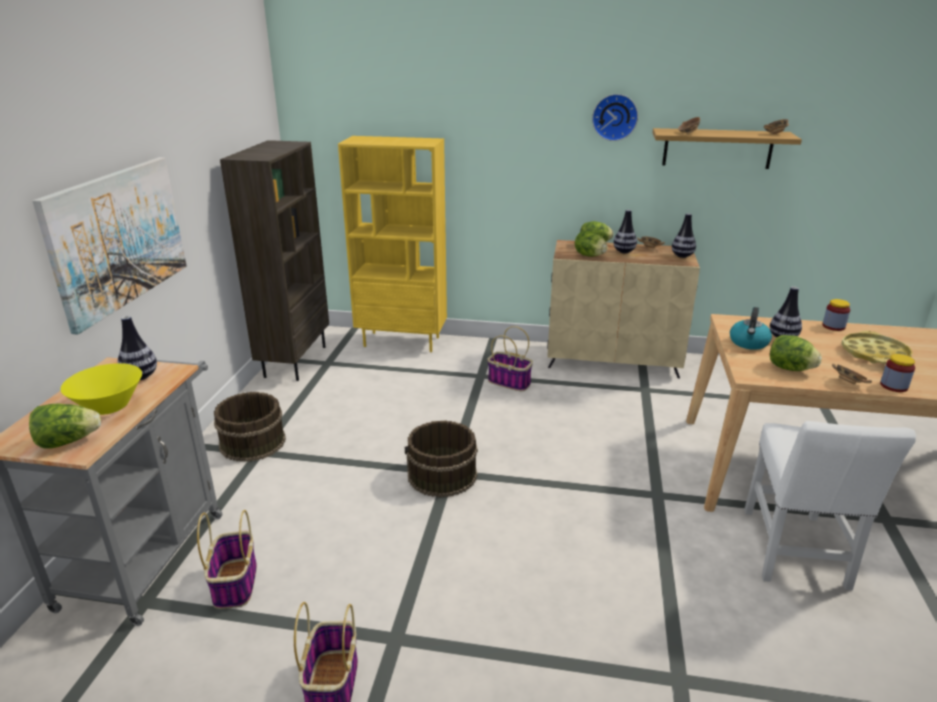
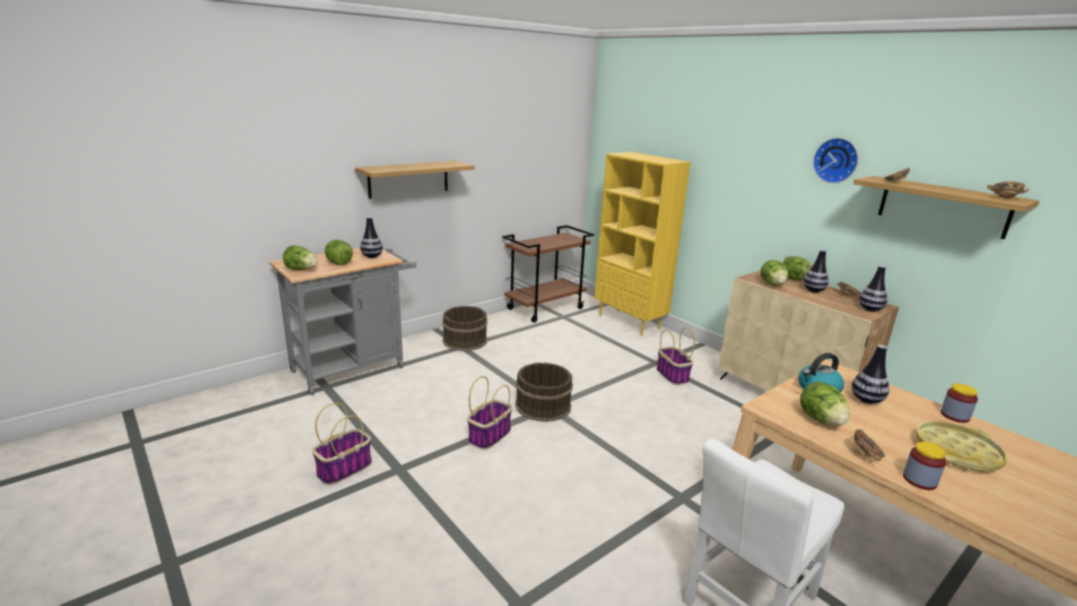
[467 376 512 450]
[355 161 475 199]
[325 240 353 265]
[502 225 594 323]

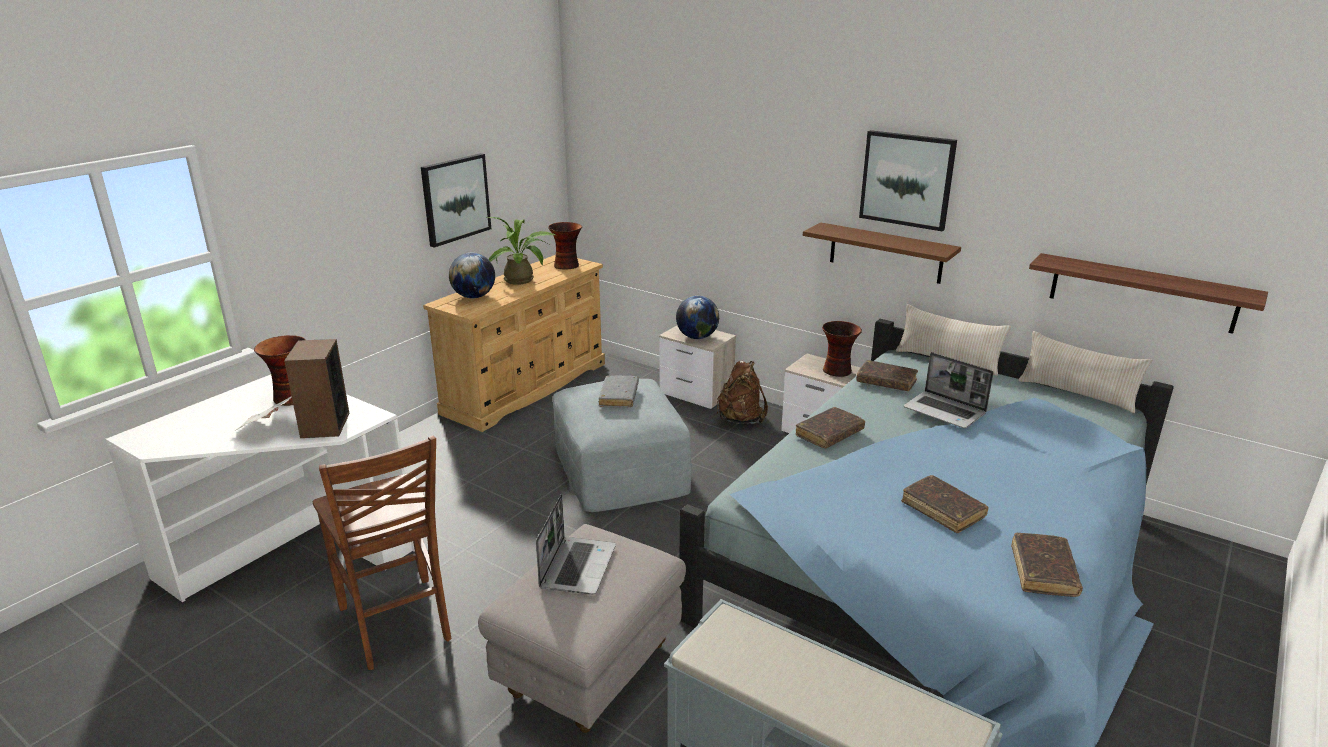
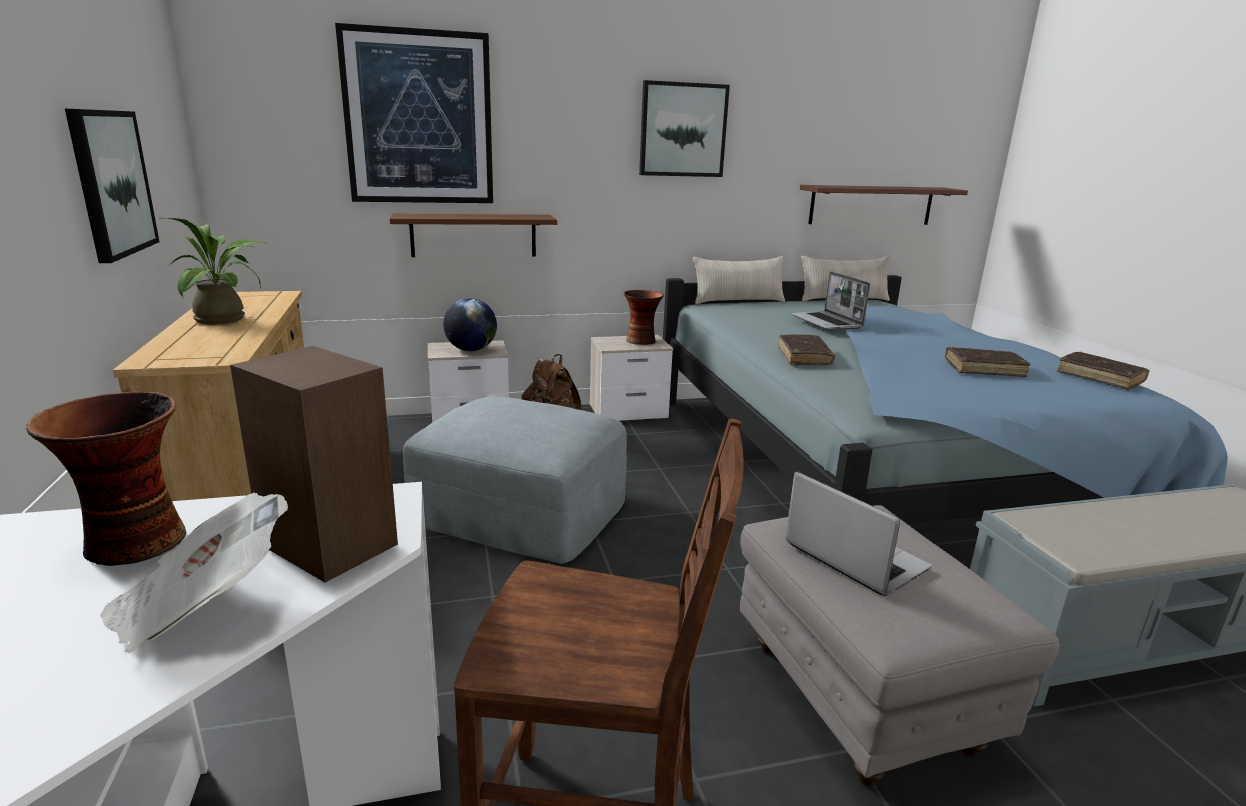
[449 253 495 298] (first image)
[548 222 582 269] (first image)
[599 376 639 408] (first image)
[856 360 918 391] (first image)
[335 23 493 203]
[390 214 557 257]
[790 271 870 330]

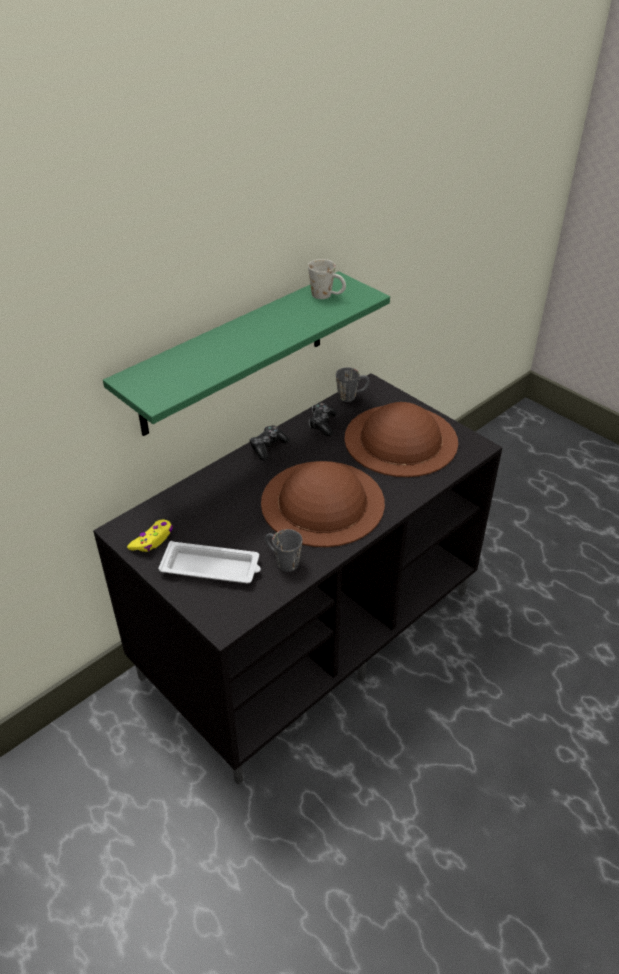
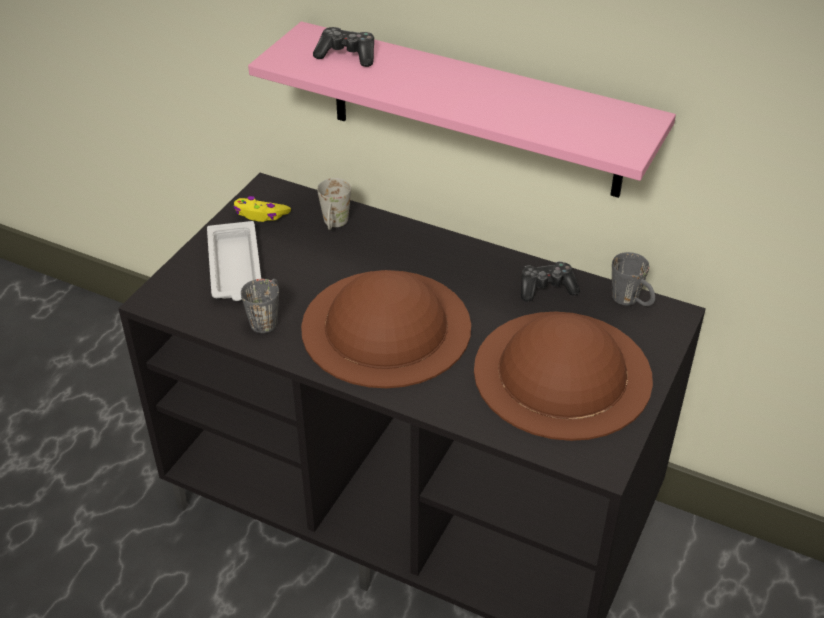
[313 27 374 67]
[317 178 351 230]
[248 21 676 198]

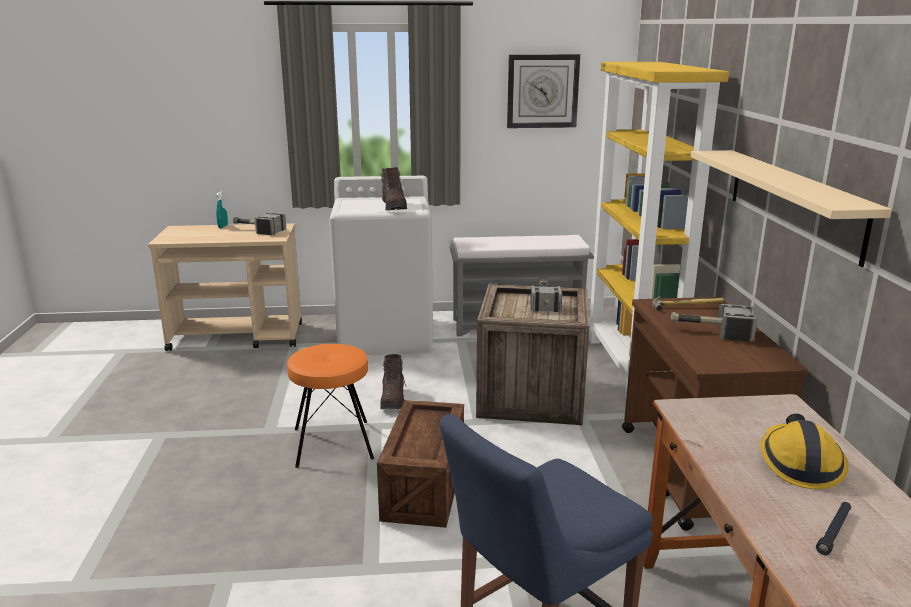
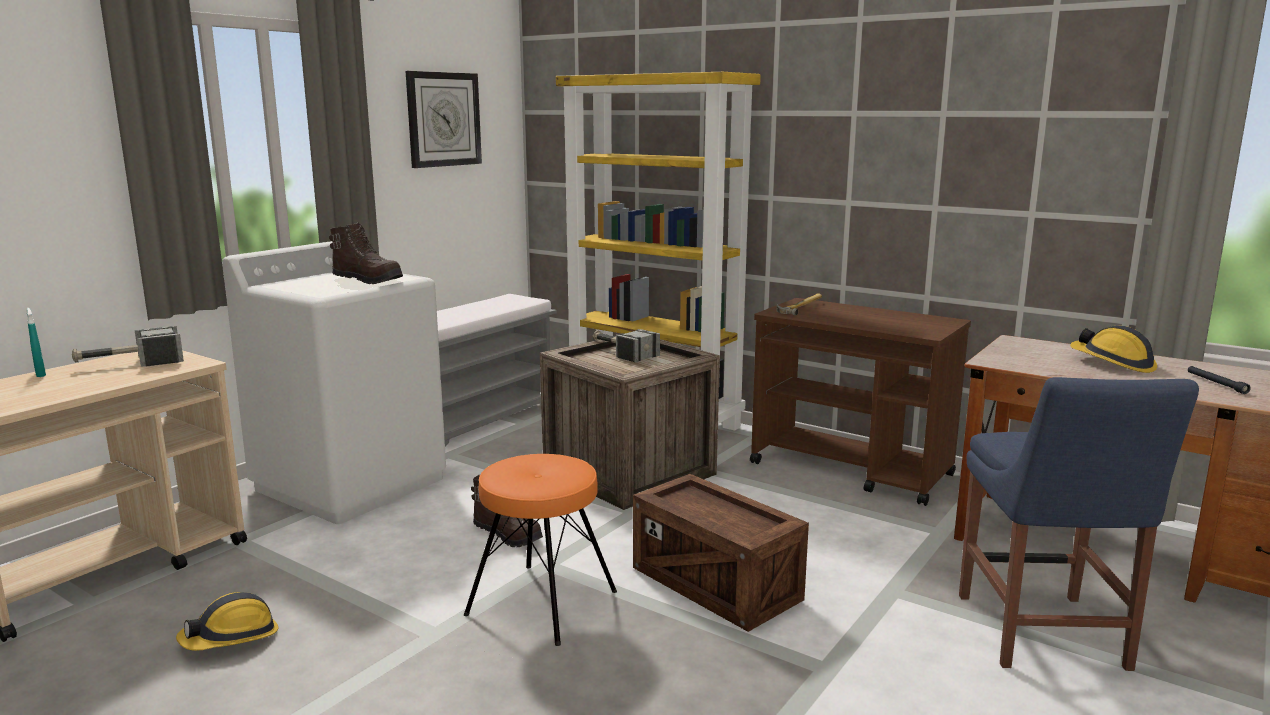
[671 304 757 342] (first image)
[691 150 892 267] (first image)
[176 592 279 651]

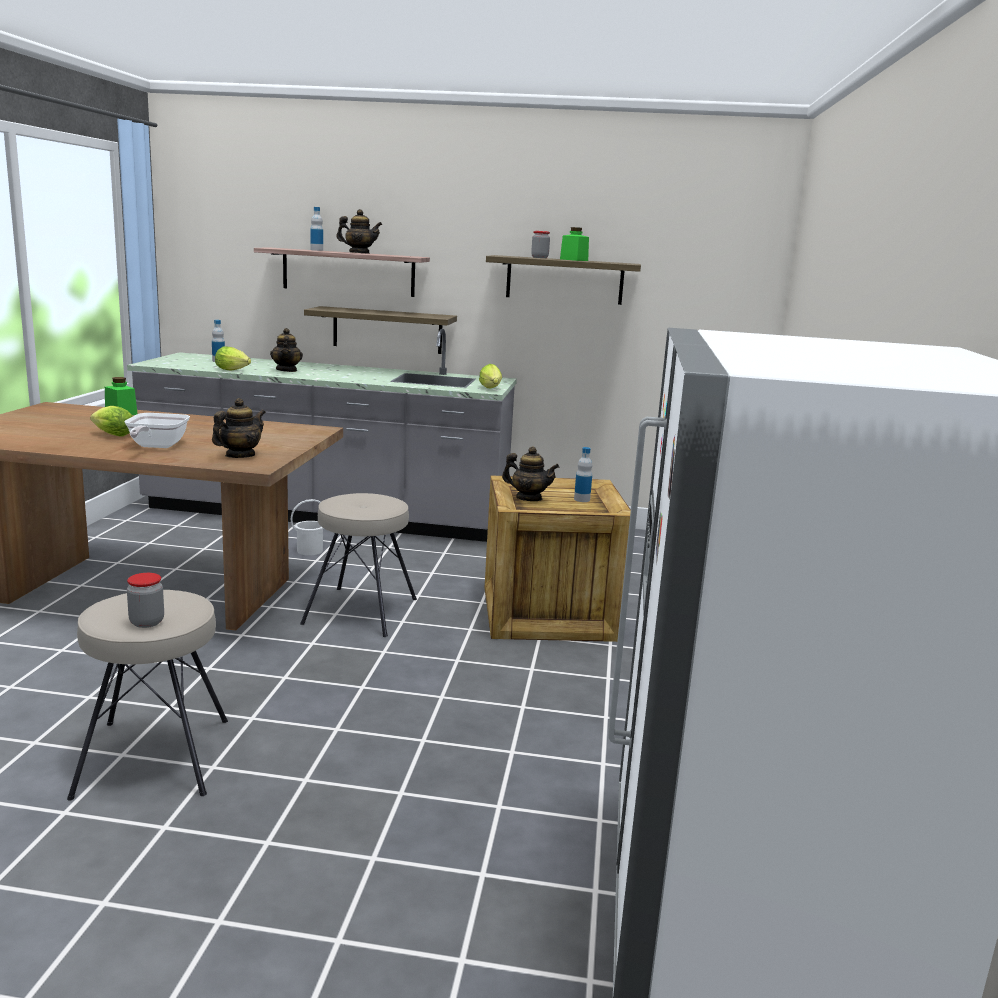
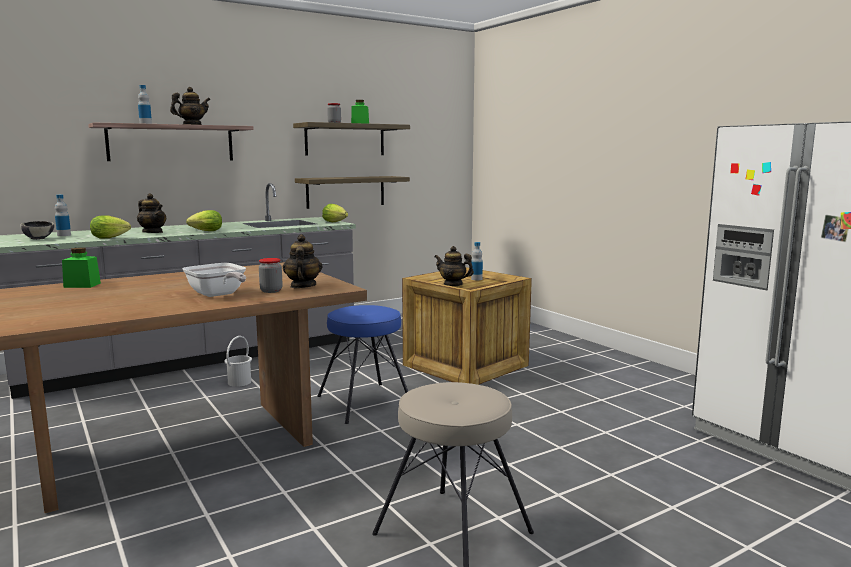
[20 221 54 240]
[186 210 222 231]
[259 258 283 293]
[295 176 410 209]
[317 305 408 424]
[434 246 474 287]

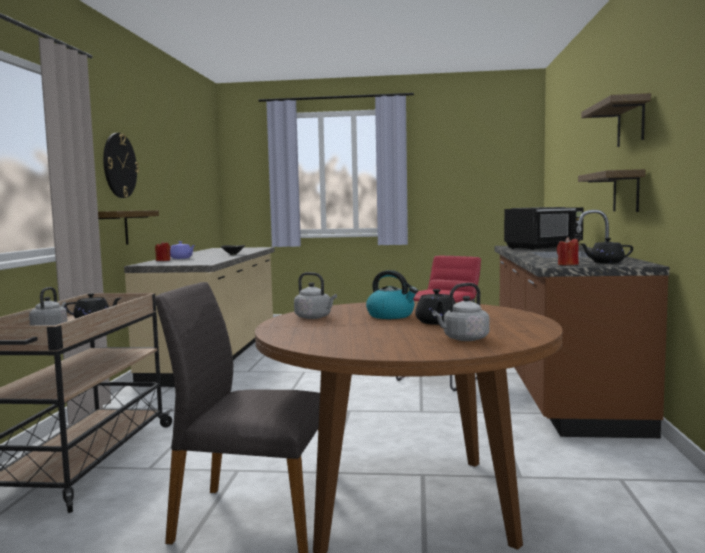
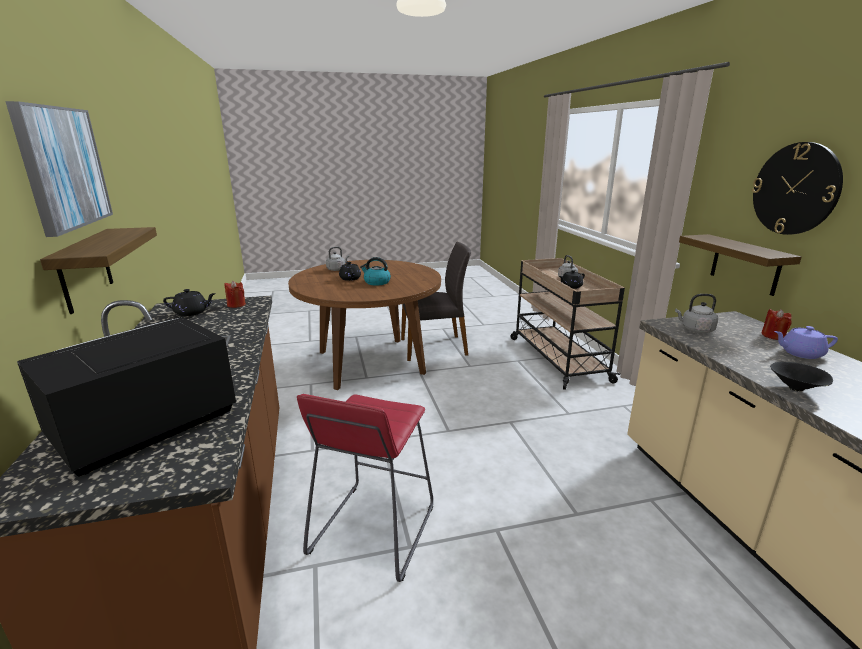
[675 294 718 333]
[5 101 113 237]

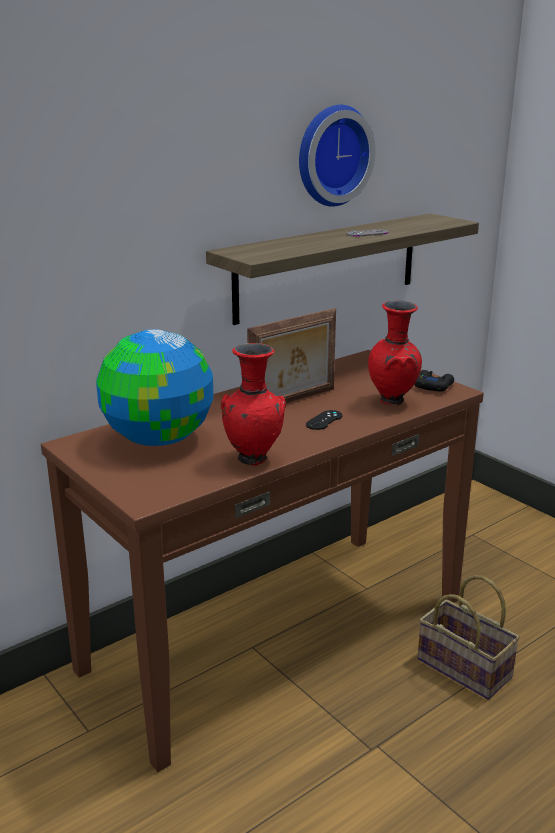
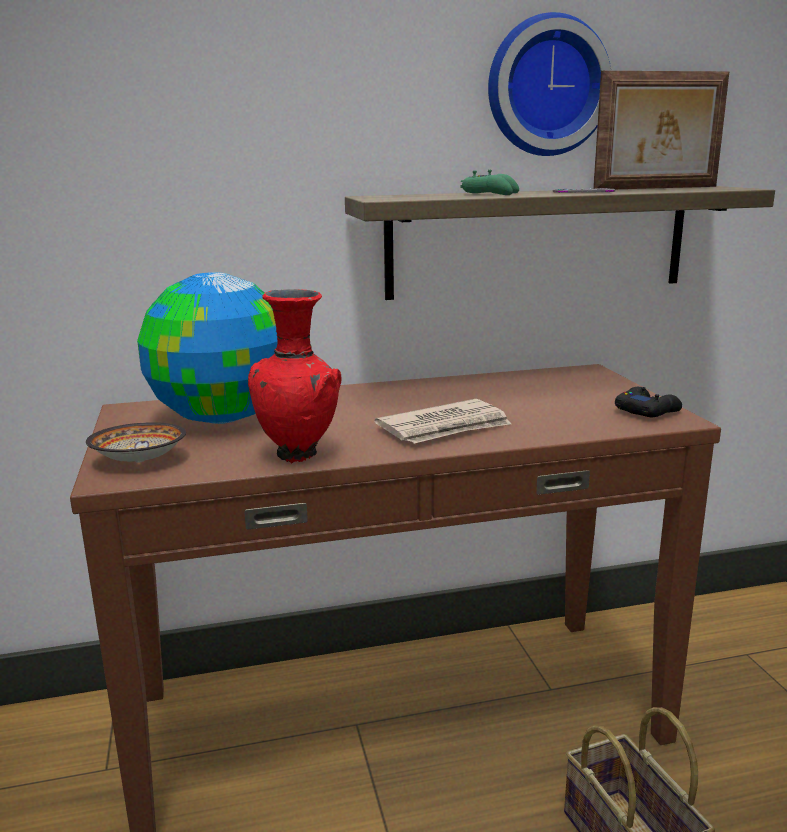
[368 300 422 405] (first image)
[86 422 186 463]
[461 170 519 195]
[593 71 730 189]
[375 399 511 444]

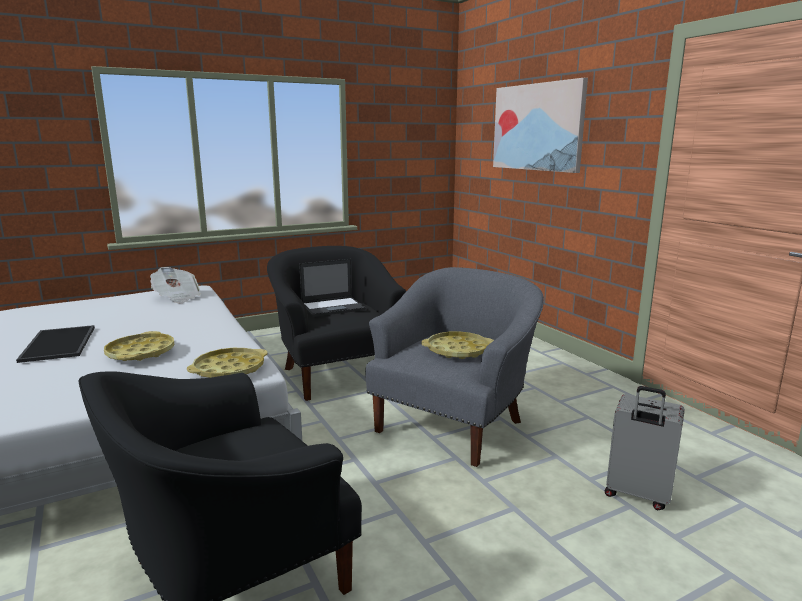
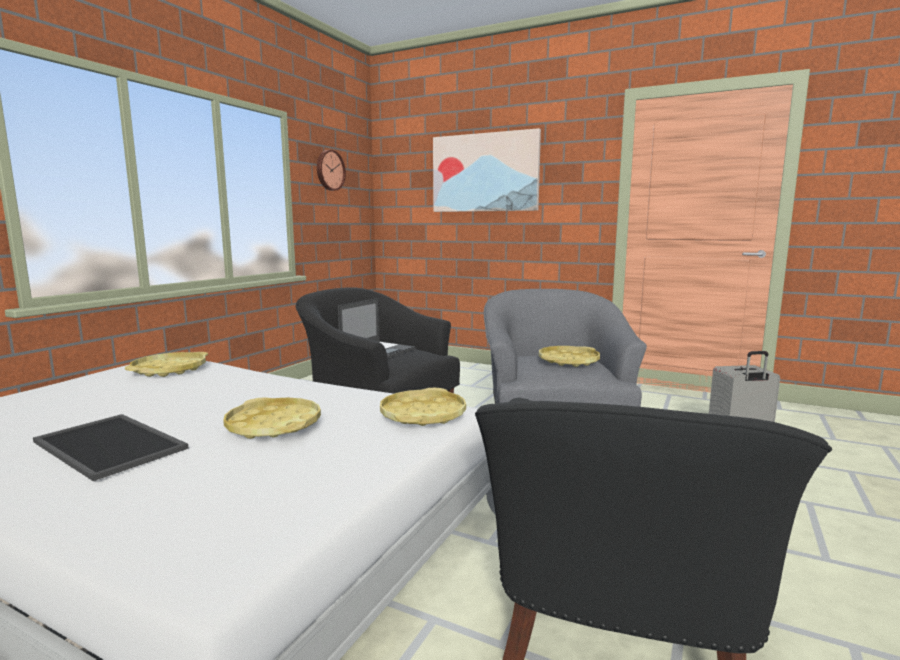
[317 150 346 191]
[125 352 208 377]

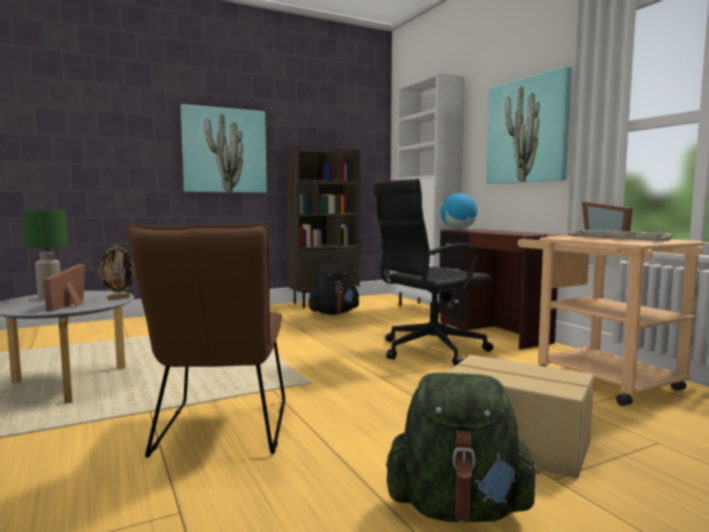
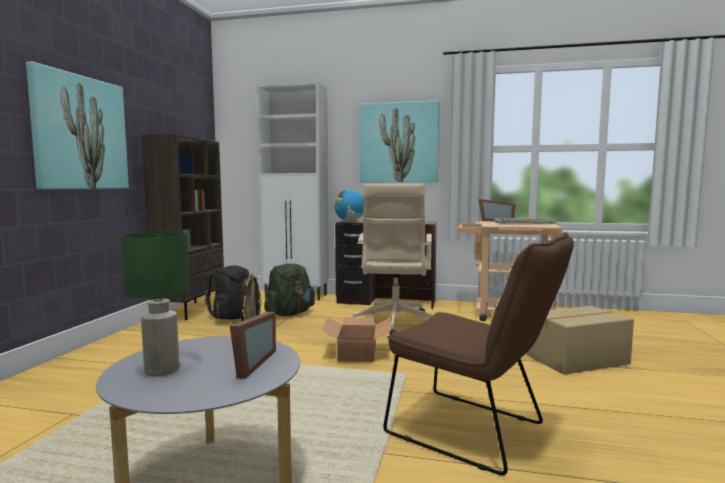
[321 317 390 362]
[264 264 315 316]
[353 184 433 336]
[230 312 276 379]

